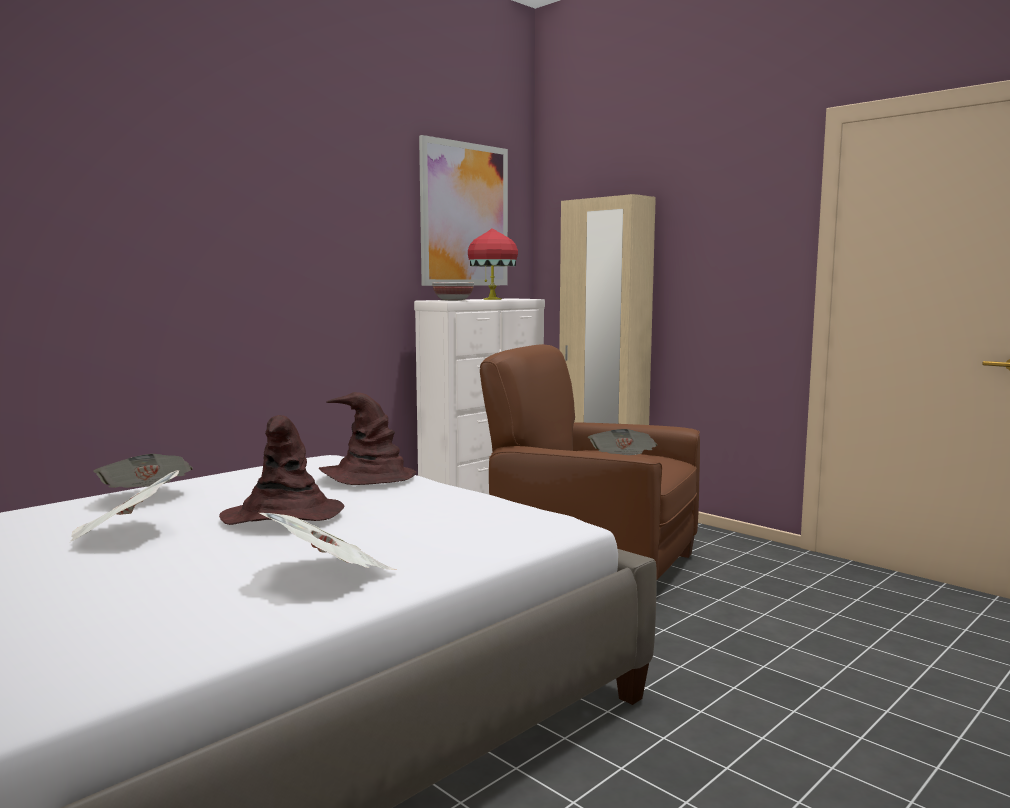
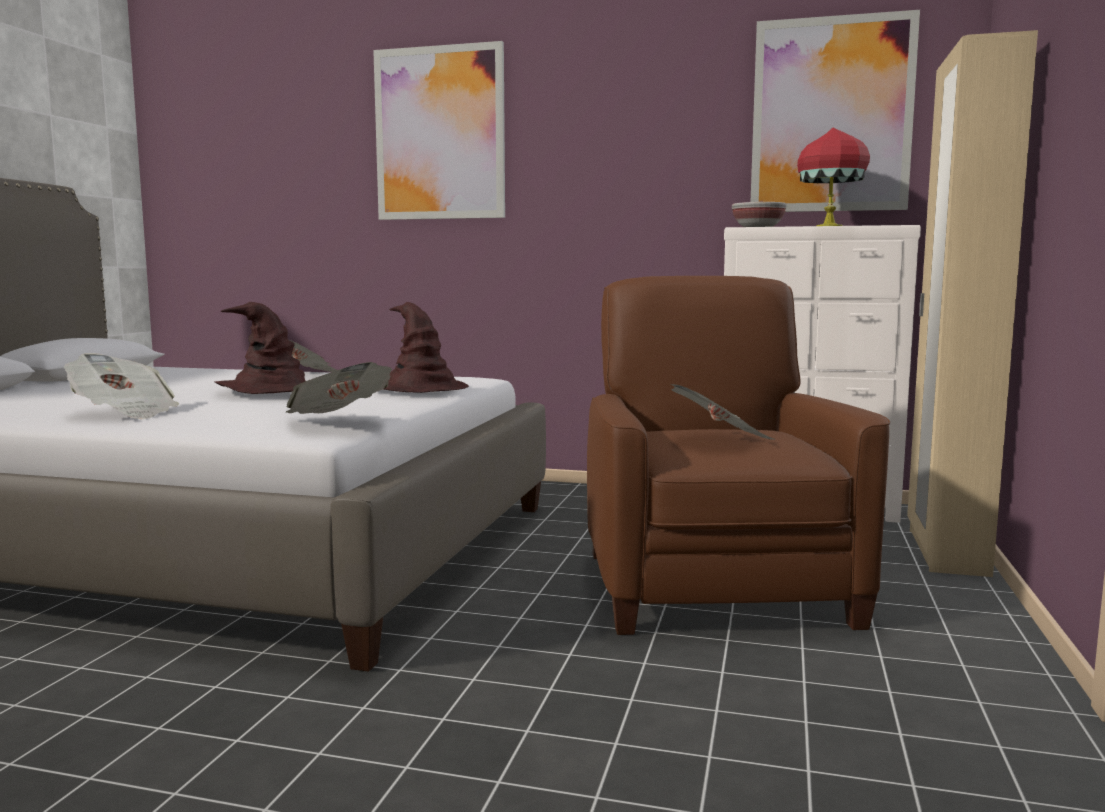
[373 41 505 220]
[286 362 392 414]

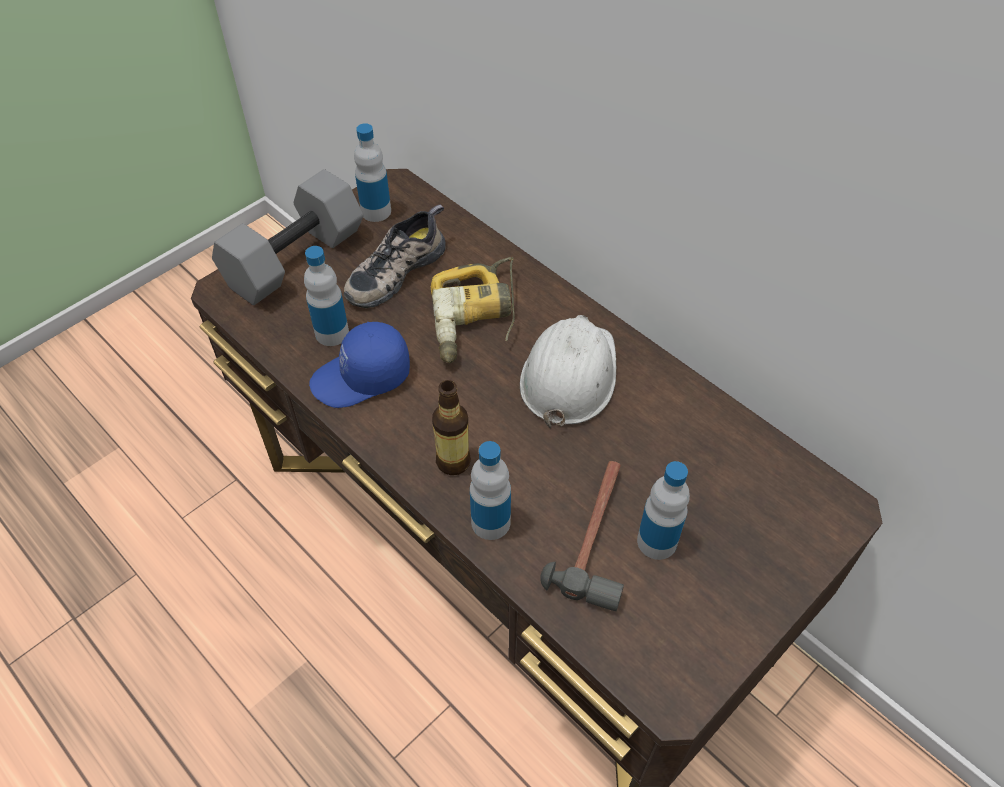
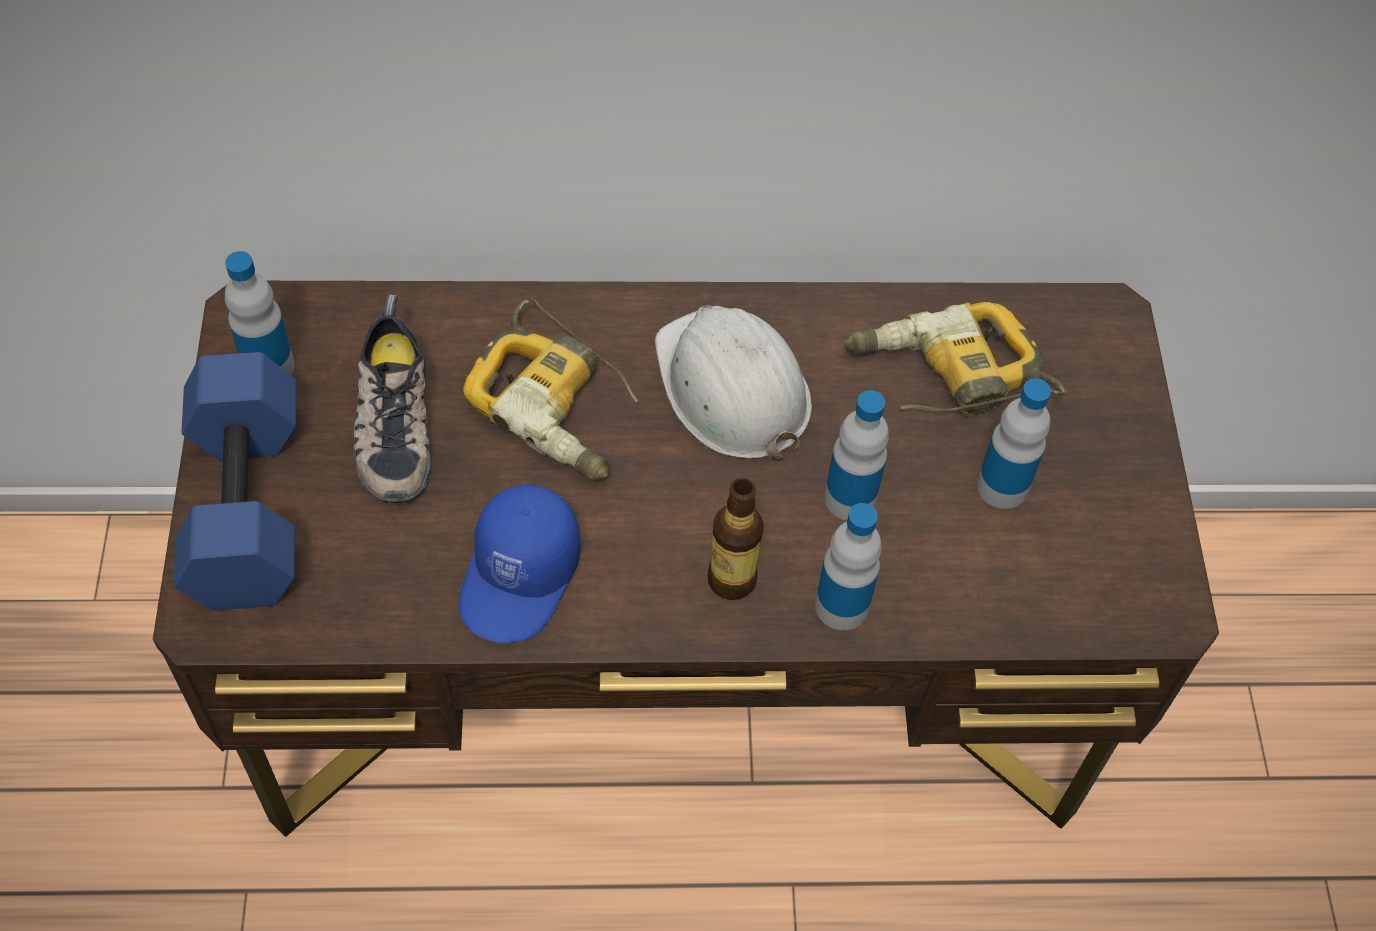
[540 461 624 611] (first image)
[844 302 1068 416]
[824 390 889 520]
[174 352 297 611]

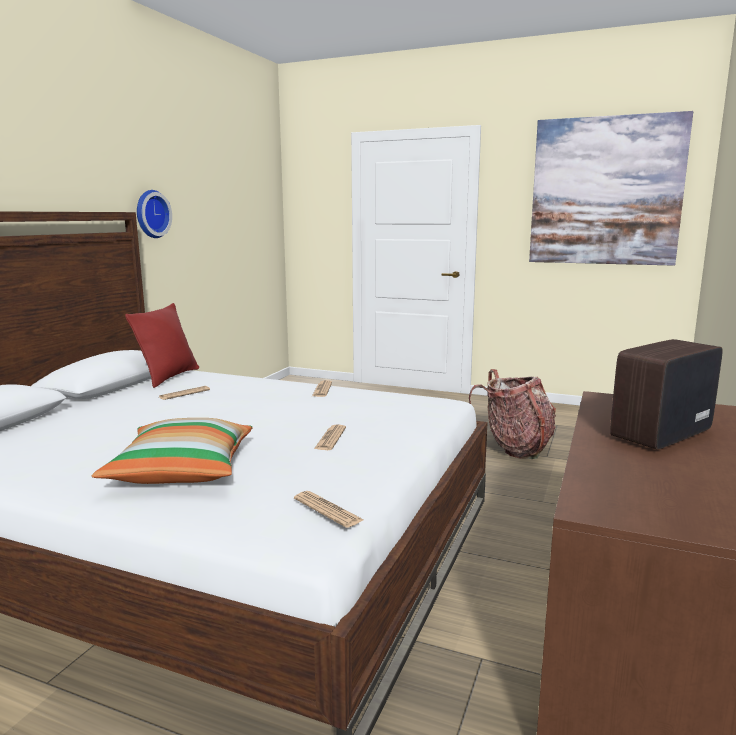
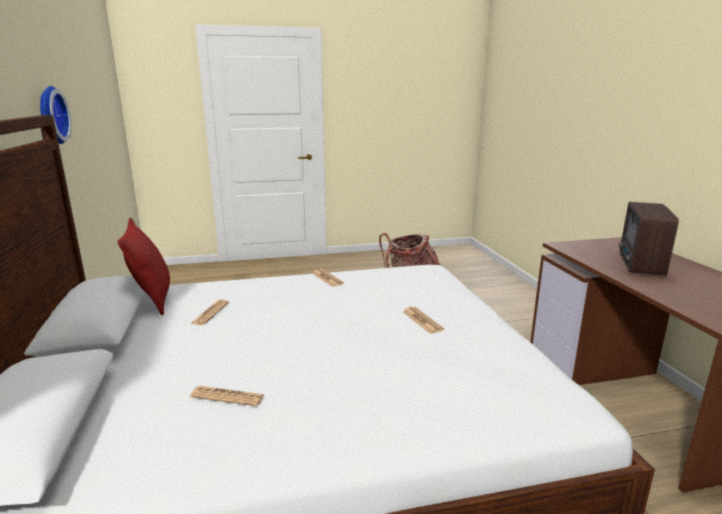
[92 418 252 484] (first image)
[529 111 693 266] (first image)
[190 386 264 406]

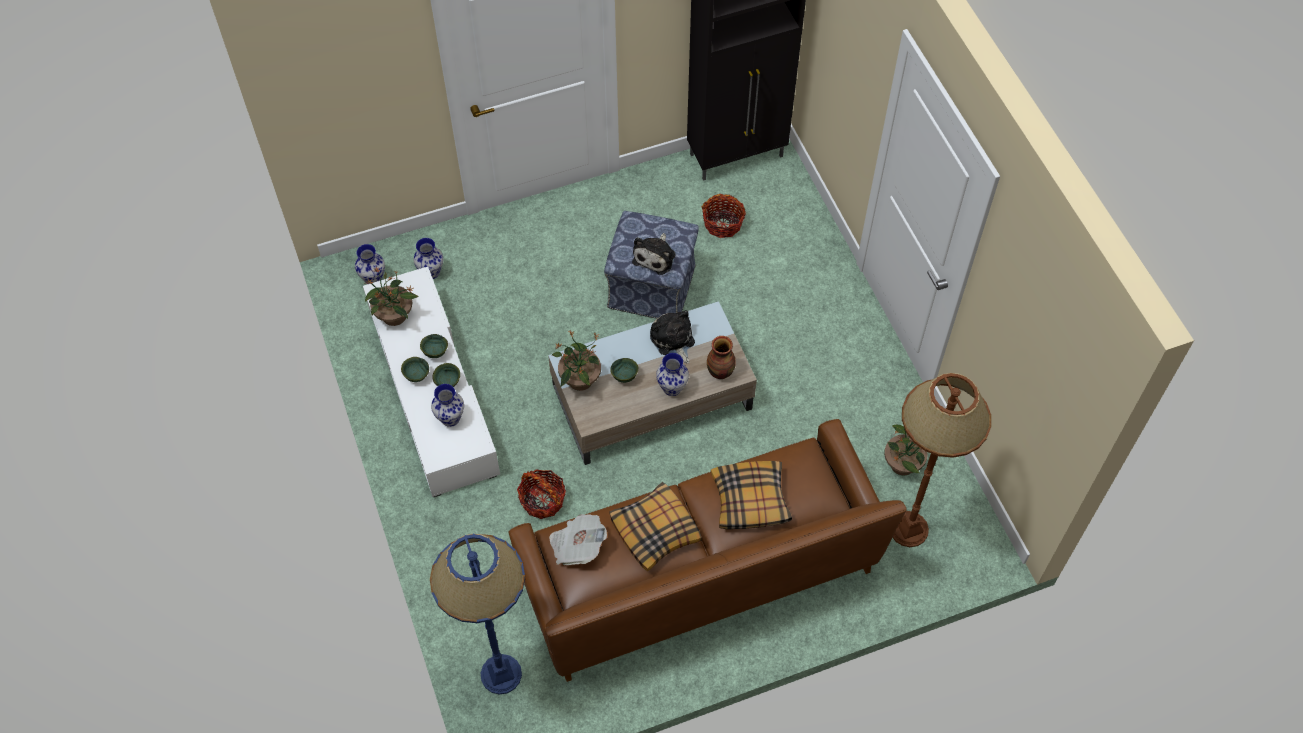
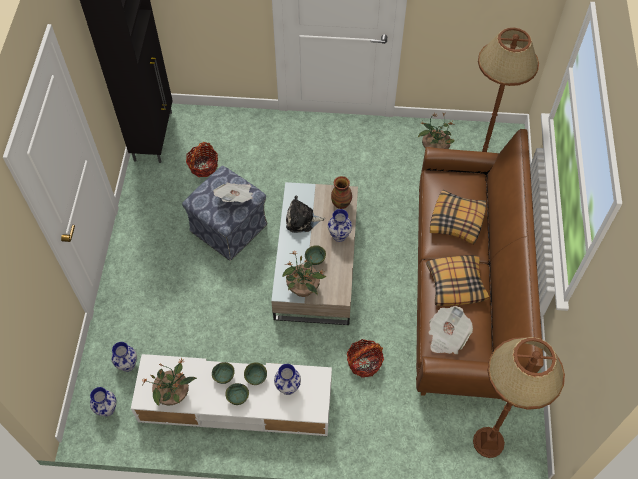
[213 183 253 203]
[473 337 565 458]

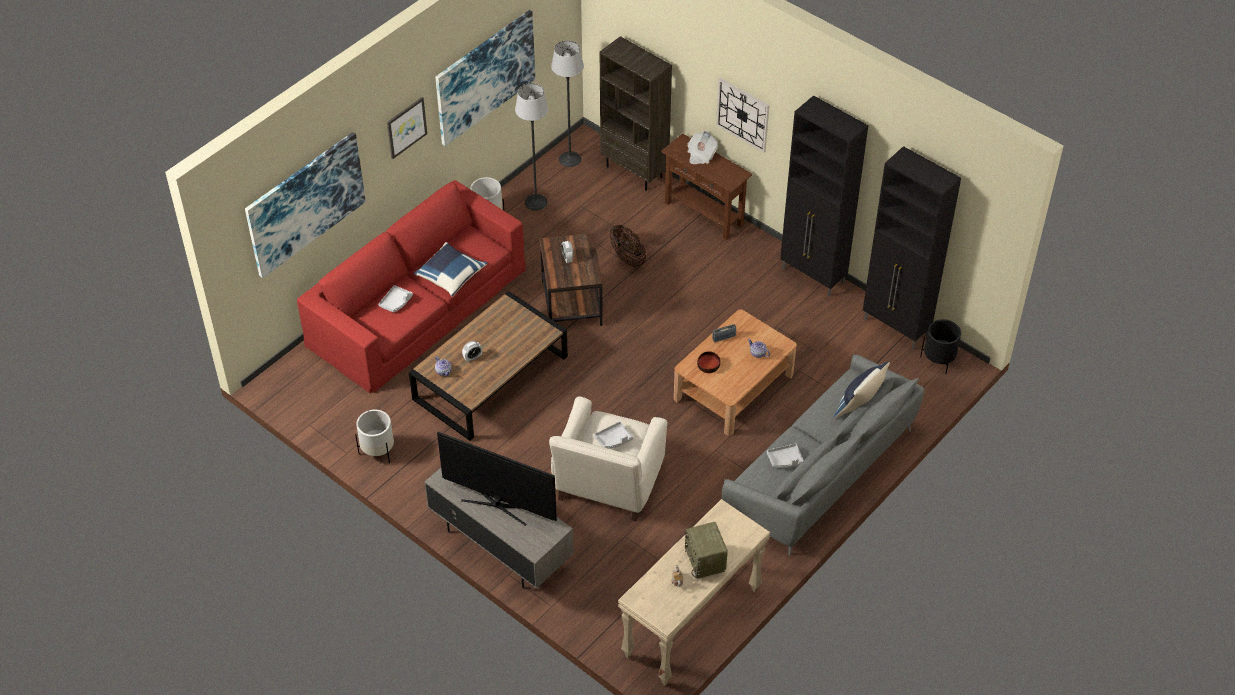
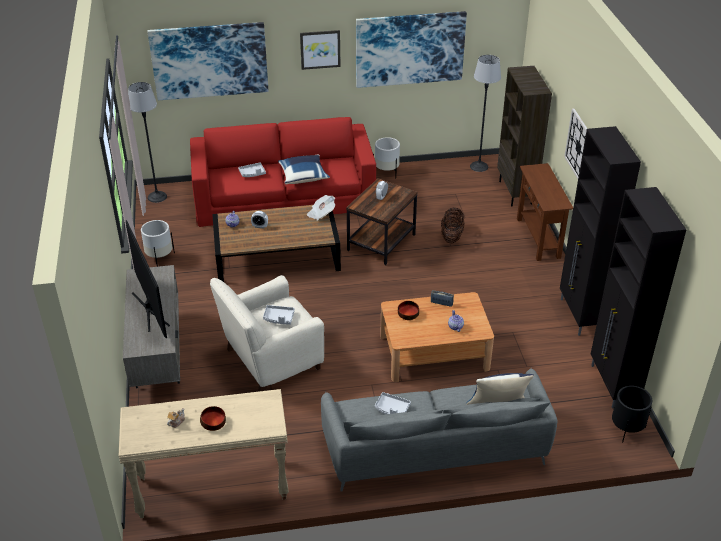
[128 82 167 203]
[307 195 335 221]
[200 406 226 431]

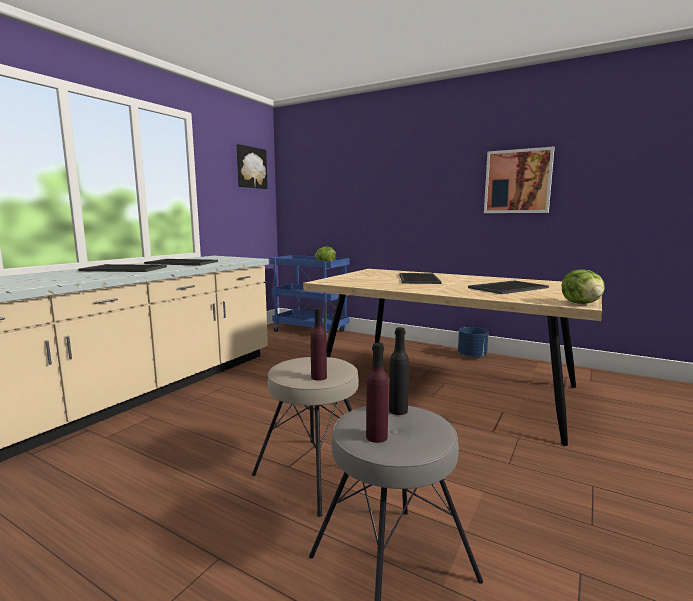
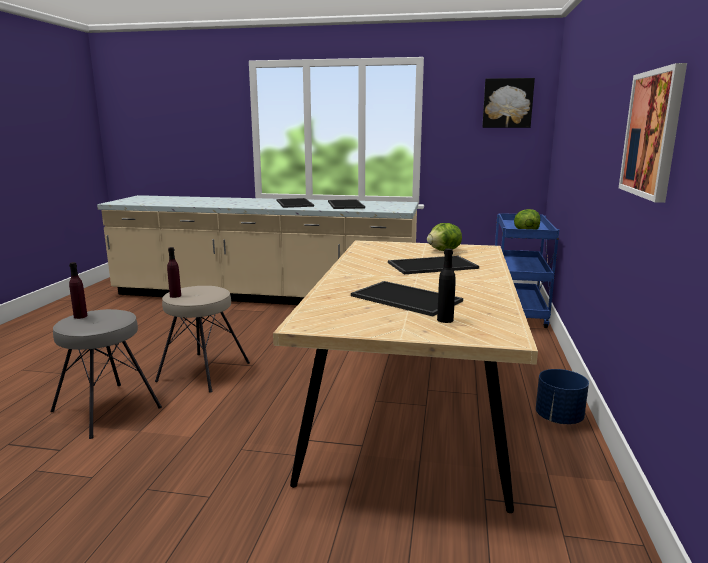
[437 248 456 323]
[427 223 462 251]

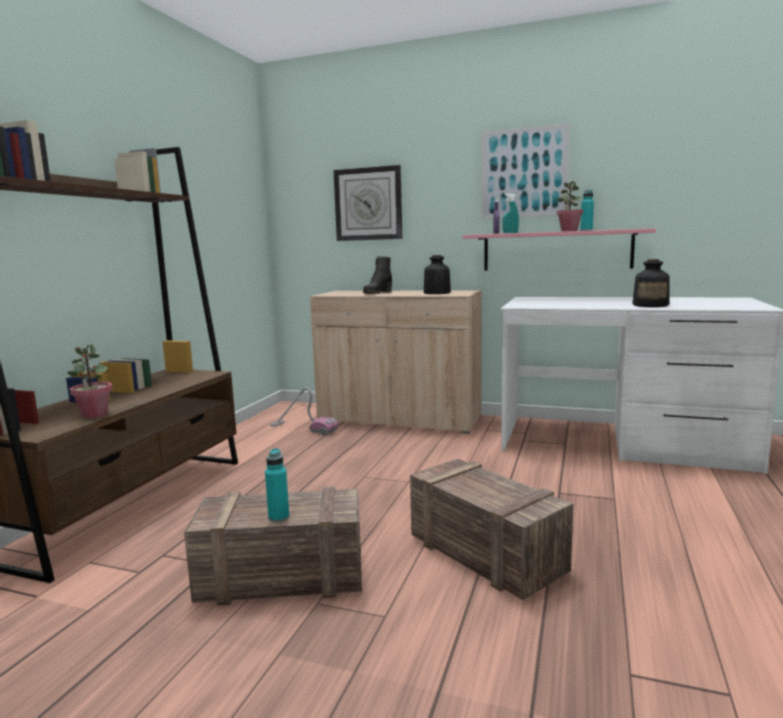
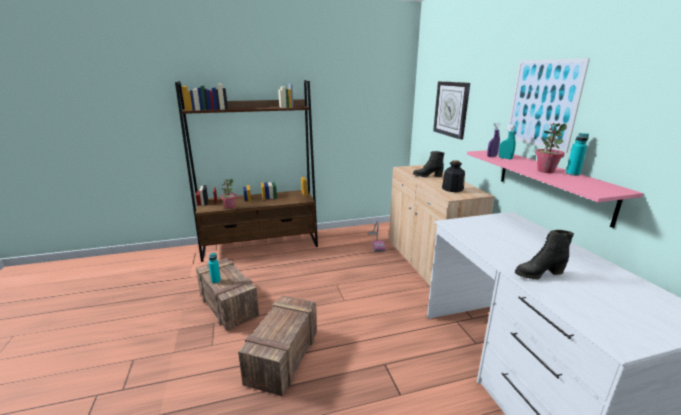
[515 230 574 279]

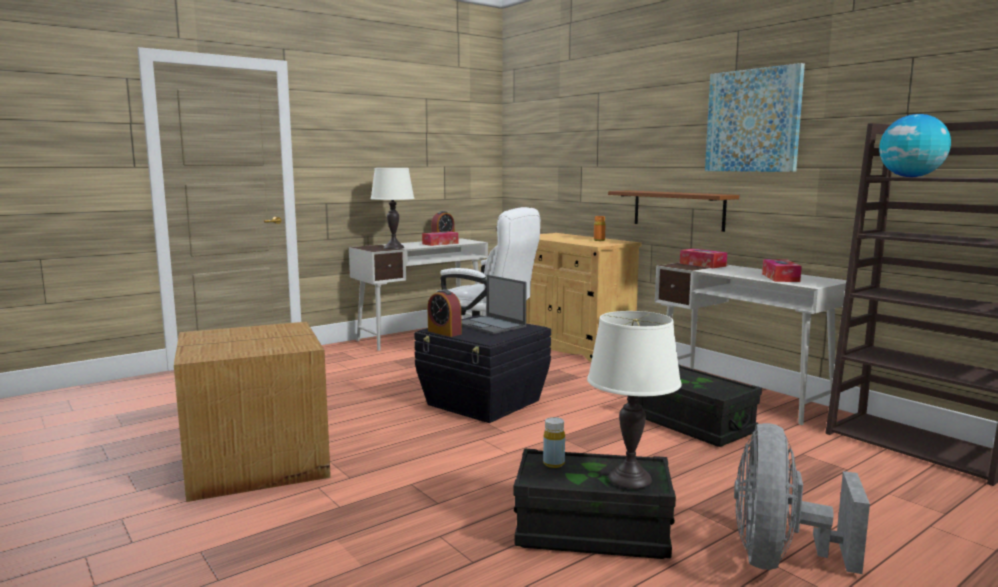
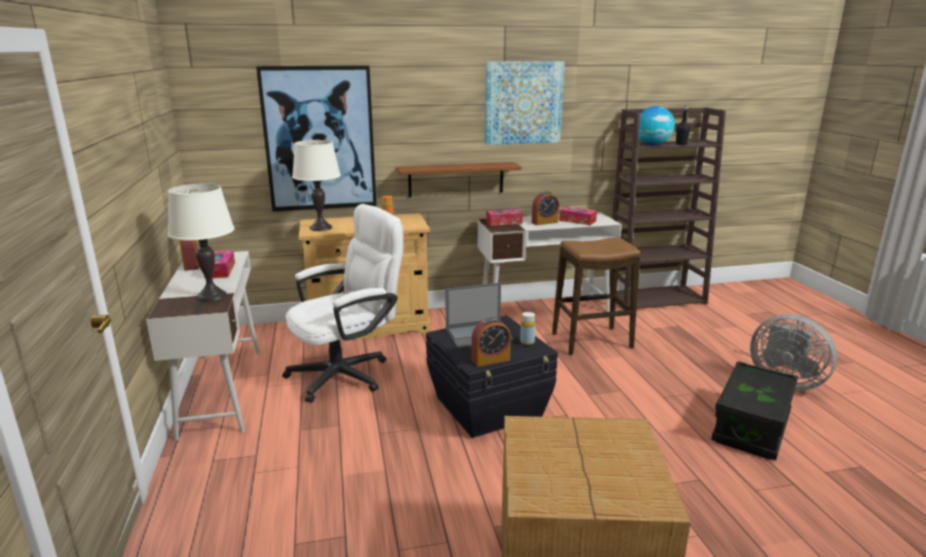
[256 65 377 211]
[532 191 559 225]
[676 105 690 145]
[520 312 535 345]
[292 140 341 231]
[552 237 640 355]

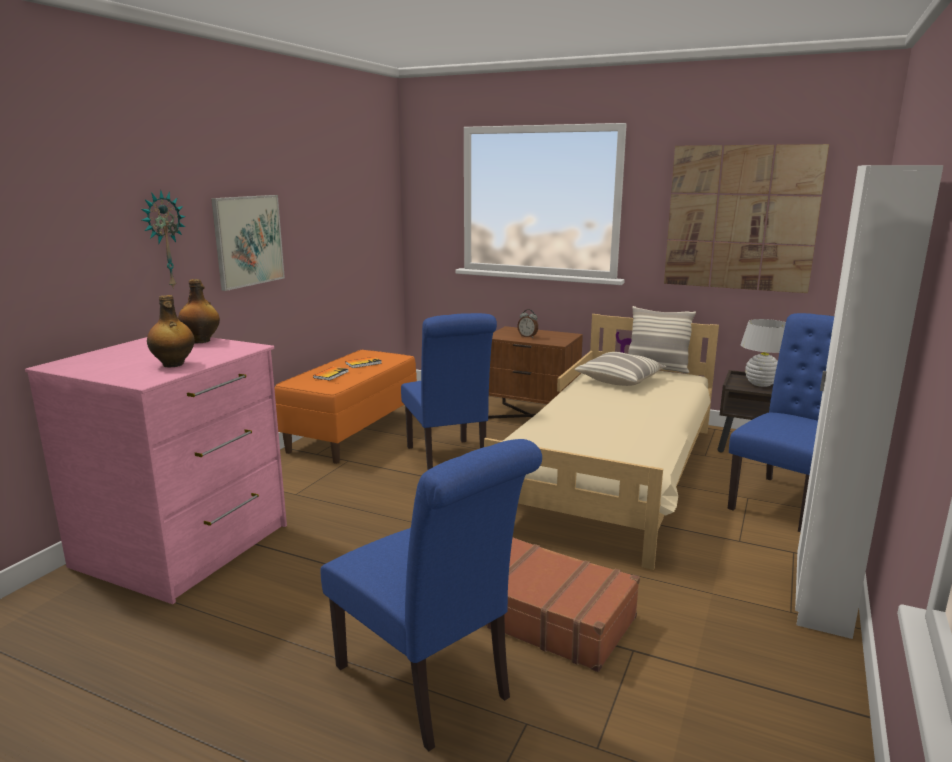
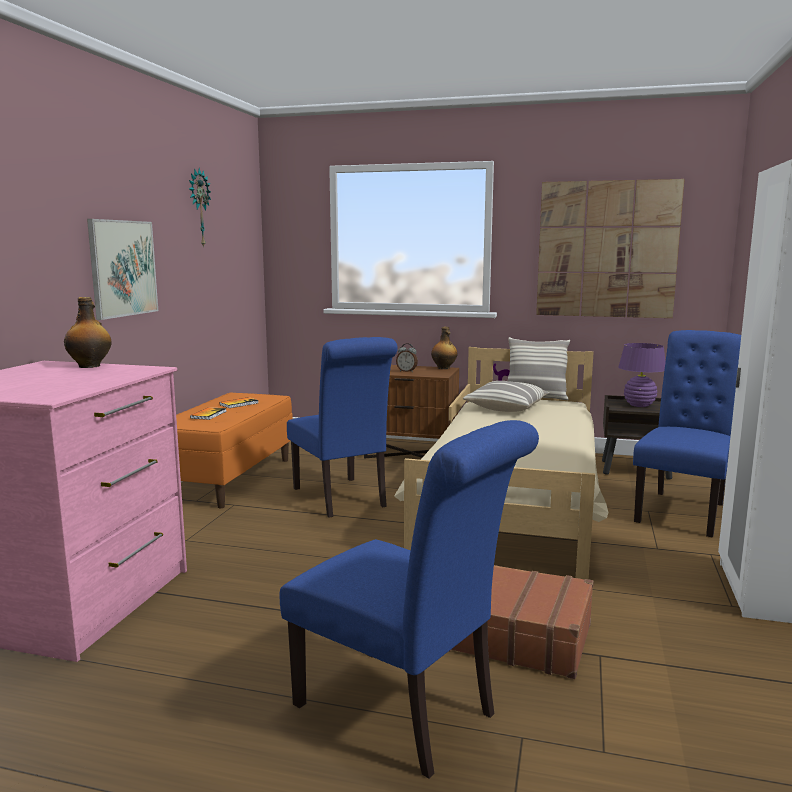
[189 168 211 248]
[431 327 457 369]
[618 343 666 407]

